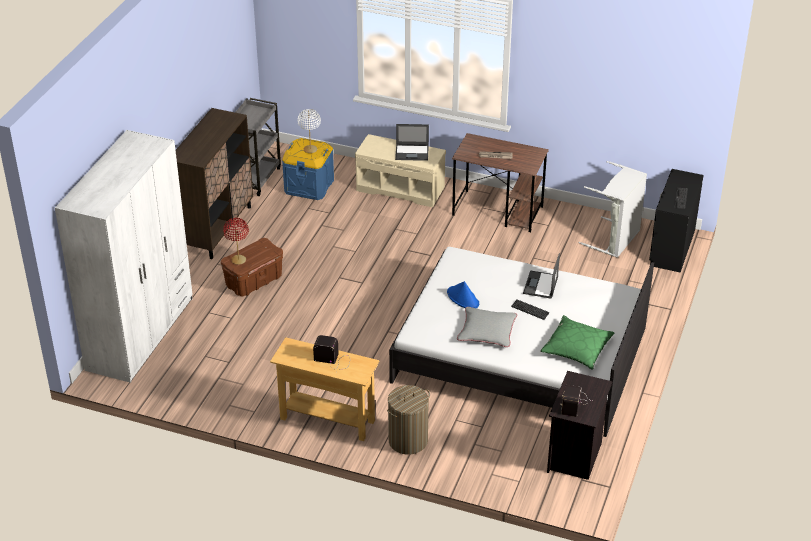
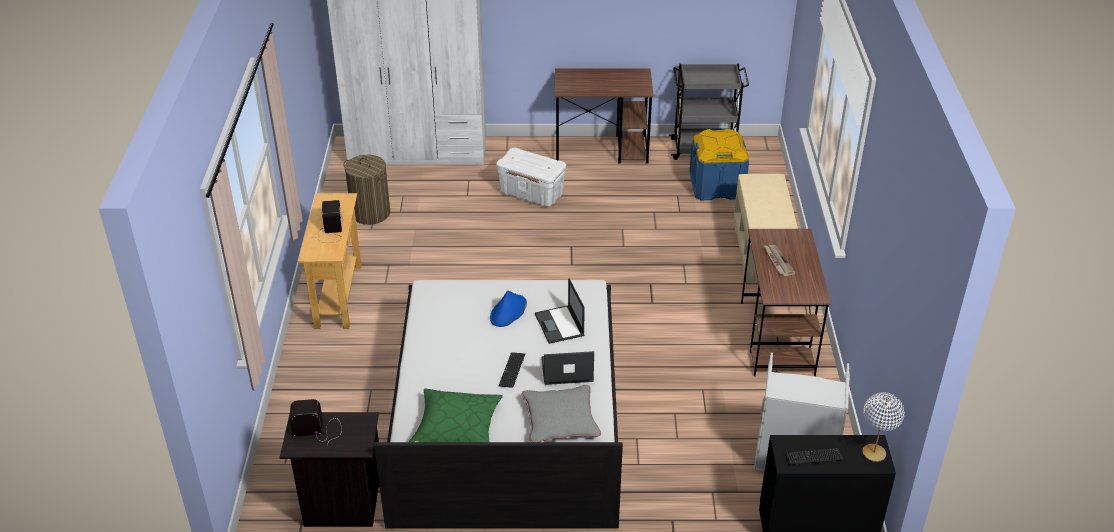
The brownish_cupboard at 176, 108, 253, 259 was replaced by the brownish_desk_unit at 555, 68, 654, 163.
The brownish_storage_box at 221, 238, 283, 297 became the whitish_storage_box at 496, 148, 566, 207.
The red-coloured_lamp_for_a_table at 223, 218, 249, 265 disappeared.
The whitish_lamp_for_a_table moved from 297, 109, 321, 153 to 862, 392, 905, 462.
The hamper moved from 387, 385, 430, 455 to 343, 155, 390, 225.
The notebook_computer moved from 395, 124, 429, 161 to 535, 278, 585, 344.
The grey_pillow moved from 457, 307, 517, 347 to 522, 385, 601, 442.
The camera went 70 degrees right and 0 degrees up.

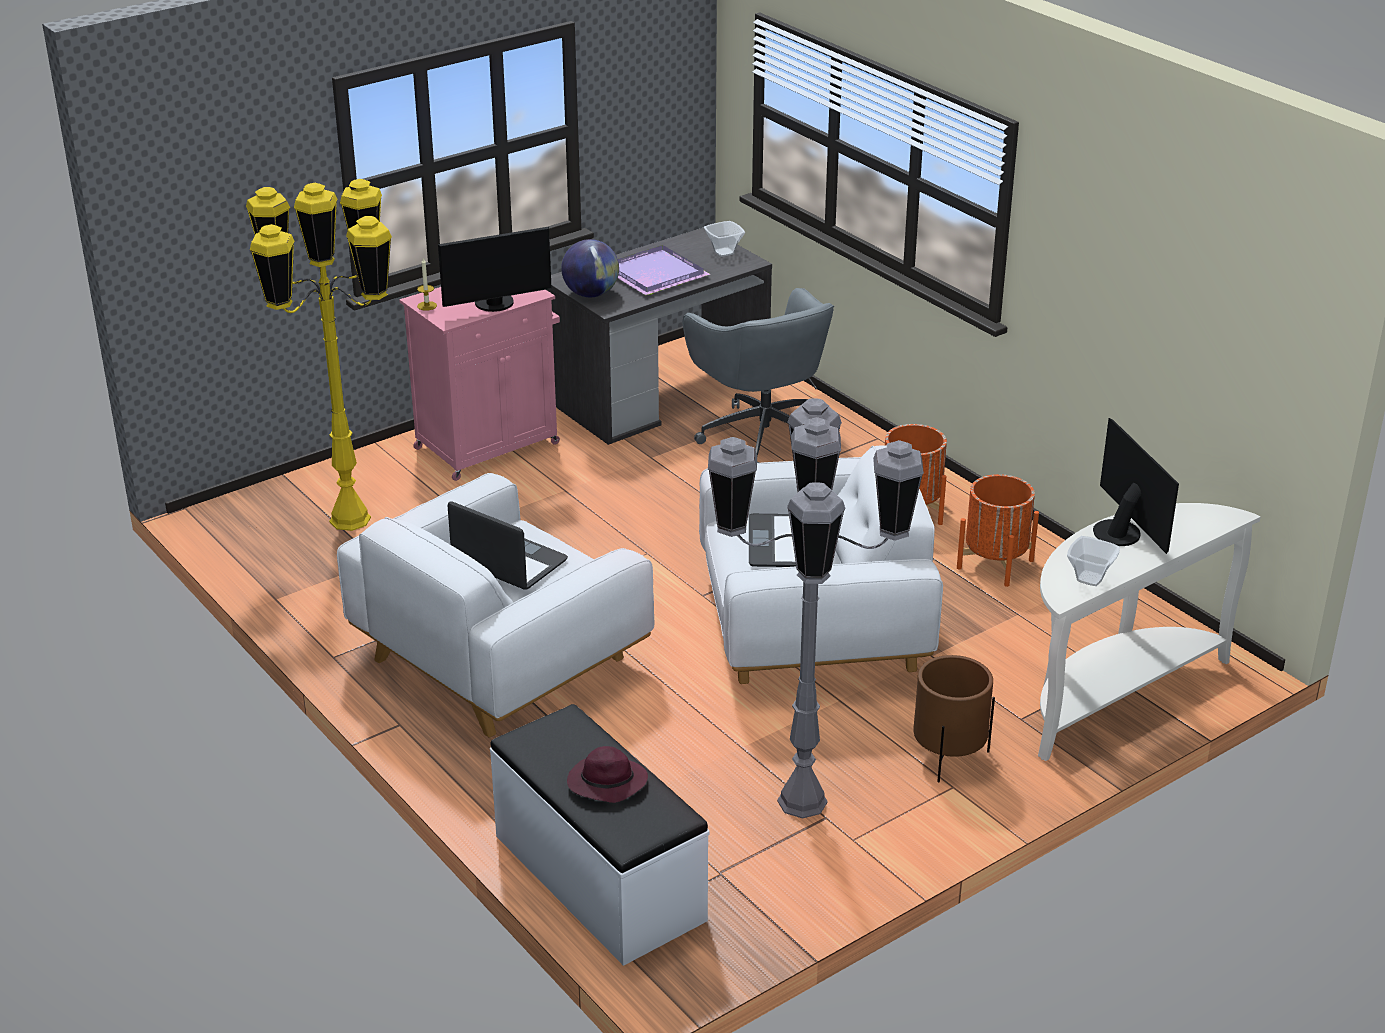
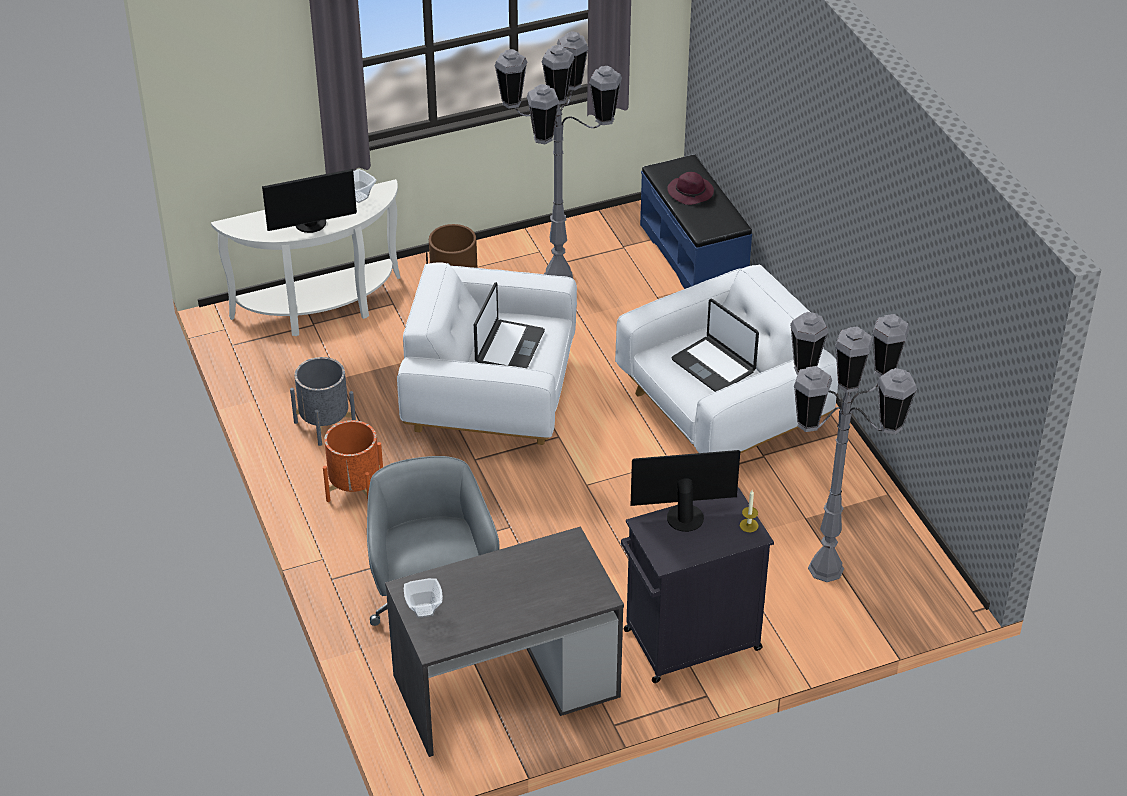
The yellowish_floor_lamp at 246, 179, 392, 531 became the grey_floor_lamp at 790, 312, 917, 582.
The pinkish_cupboard at 399, 287, 560, 481 became the black_cupboard at 621, 487, 774, 683.
The whitish_long_seat at 490, 704, 710, 966 became the bluish_long_seat at 640, 154, 752, 289.
The world_globe at 561, 239, 619, 297 disappeared.
The purple_carrying_tray at 618, 245, 710, 295 disappeared.
The orangey_plant_pot at 957, 474, 1039, 587 became the grey_plant_pot at 290, 357, 356, 446.
The monitor at 1093, 418, 1179, 554 turned 105 degrees counterclockwise.
The camera went 165 degrees left and 10 degrees up.

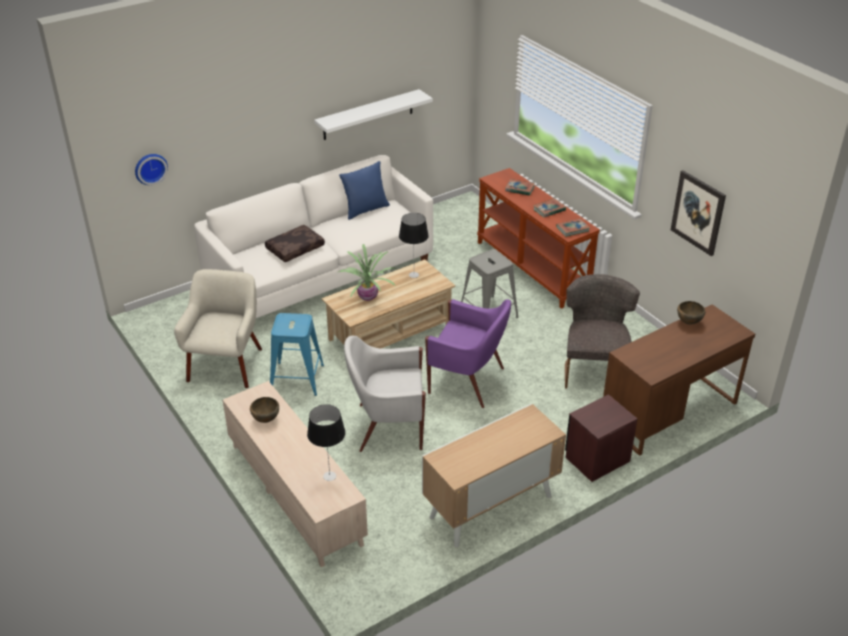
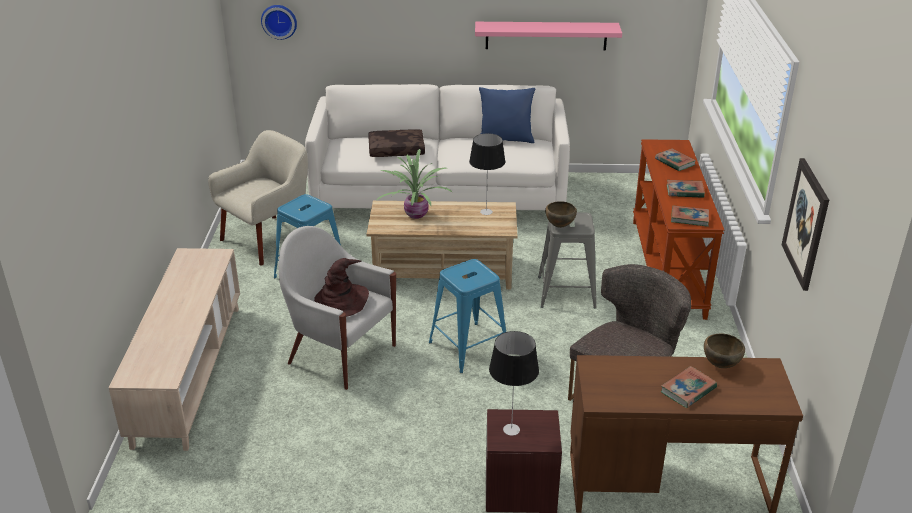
The brownish_deep_dish moved from 250, 397, 279, 423 to 545, 201, 577, 228.
The lamp_for_a_table moved from 307, 404, 345, 481 to 489, 331, 539, 436.
The whitish_wall_shelf at 314, 89, 433, 140 became the pinkish_wall_shelf at 475, 22, 622, 50.
The cupboard at 422, 403, 566, 548 disappeared.
The purple_easy_chair at 425, 299, 511, 408 was replaced by the bluish_stool at 429, 259, 506, 373.
The brownish_wearable_hat at 314, 258, 369, 317 appeared.
The volume at 661, 366, 717, 408 appeared.
The camera went 35 degrees right and 5 degrees down.

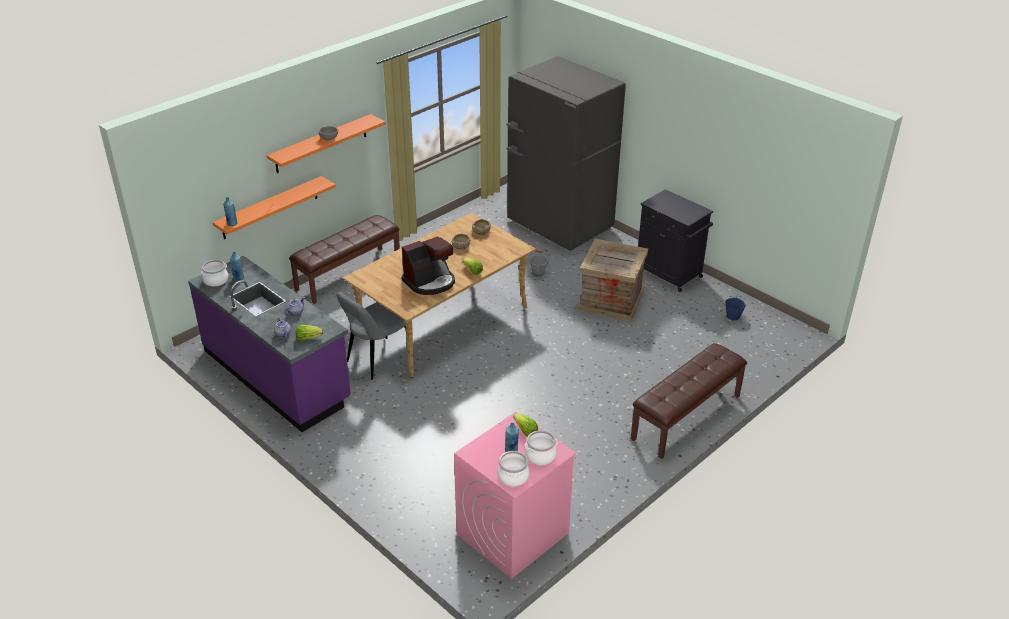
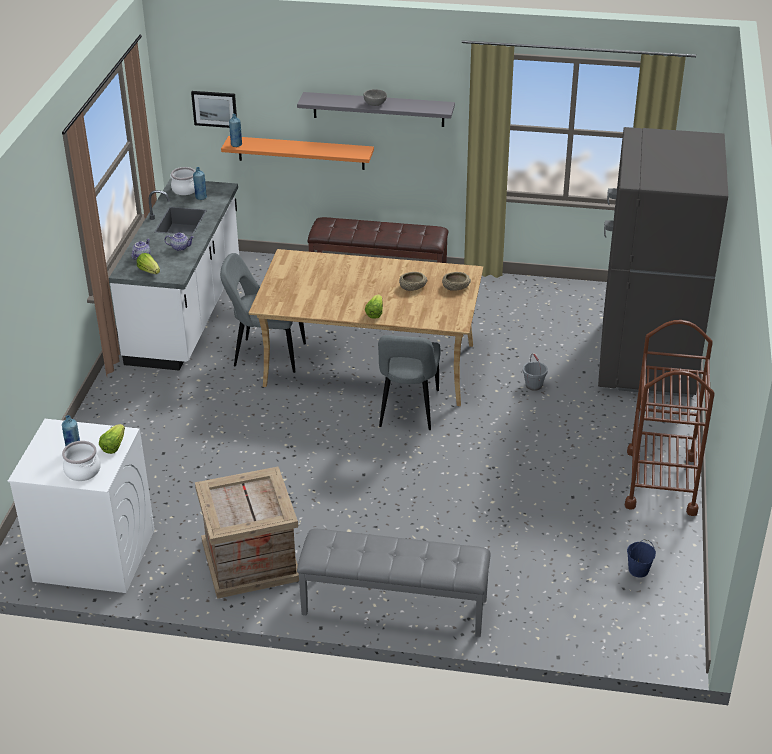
The purple_kitchen_base_unit at 188, 256, 351, 432 became the whitish_kitchen_base_unit at 109, 178, 239, 371.
The orangey_wall_shelf at 266, 114, 386, 173 became the grey_wall_shelf at 297, 92, 455, 127.
The coffee_maker at 401, 237, 455, 295 disappeared.
The pinkish_washing_machine at 454, 412, 576, 579 became the whitish_washing_machine at 8, 419, 155, 593.
The stockpot at 497, 451, 529, 487 disappeared.
The packing_crate moved from 577, 239, 648, 322 to 195, 467, 299, 599.
The brownish_long_seat at 631, 343, 747, 459 became the grey_long_seat at 297, 529, 490, 637.
The black_cupboard at 638, 189, 713, 292 was replaced by the brownish_cart at 625, 320, 715, 516.
The picture at 191, 91, 237, 128 appeared.
The grey_plain_chair at 378, 335, 441, 430 appeared.
The camera went 55 degrees right and 0 degrees up.

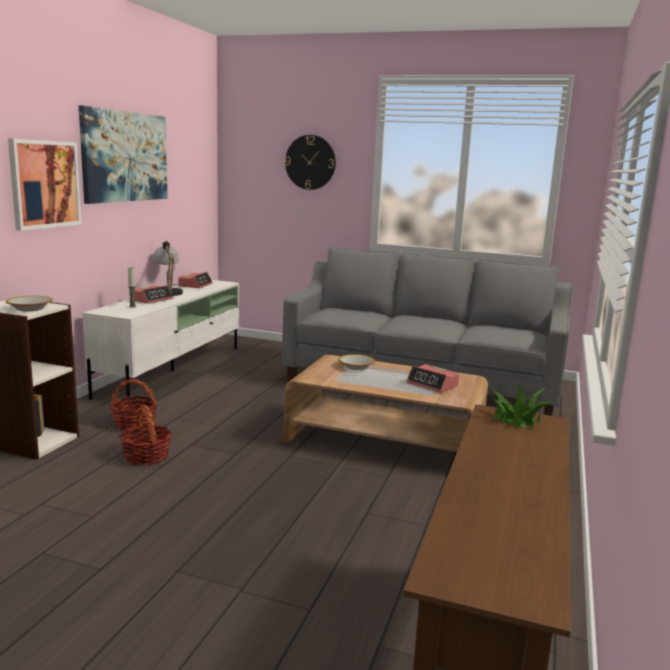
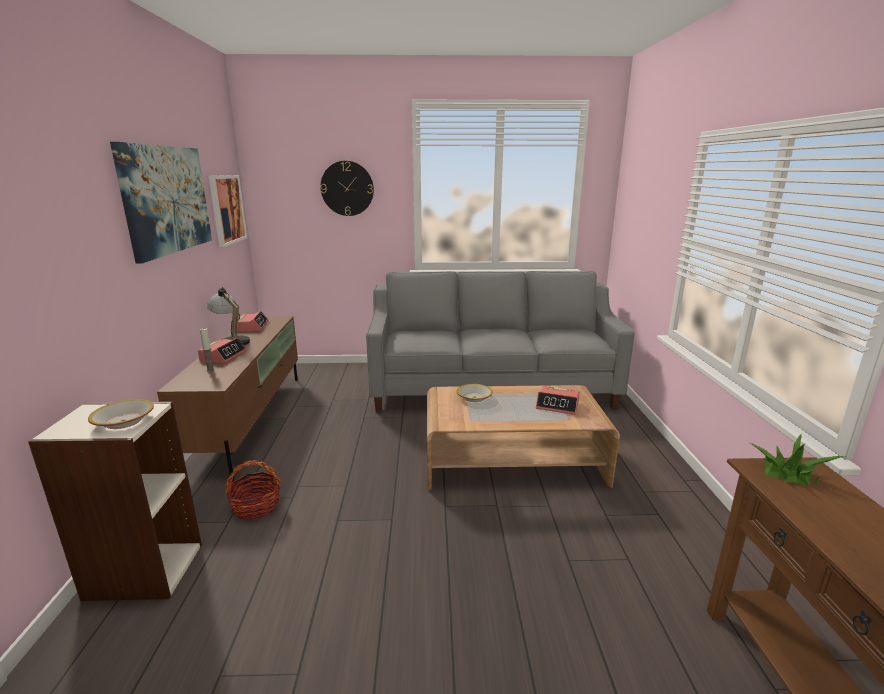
The picture moved from 8, 138, 81, 231 to 209, 175, 247, 247.
The whitish_media_console at 82, 280, 239, 400 became the brownish_media_console at 157, 316, 298, 482.
The household_basket at 118, 405, 172, 465 disappeared.
The camera went 20 degrees left and 5 degrees up.

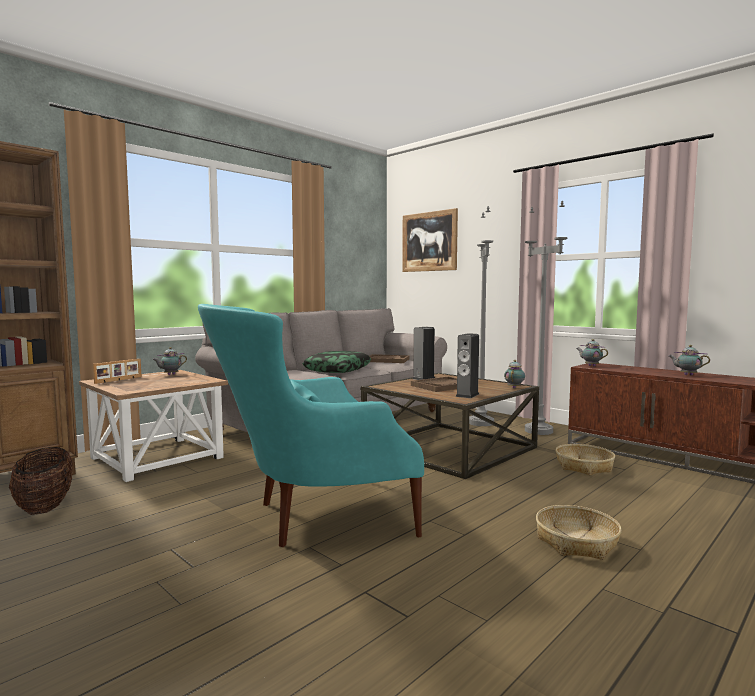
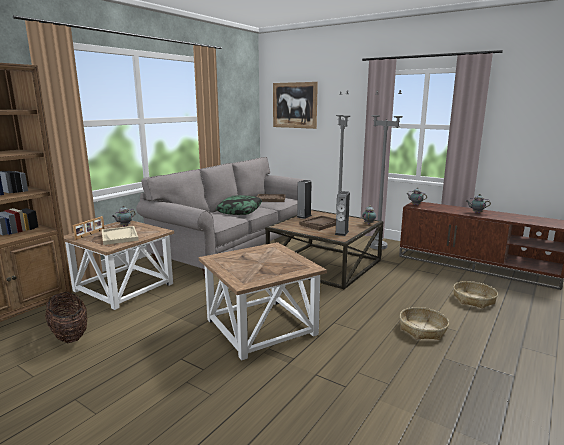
The blue-green_easy_chair at 198, 304, 424, 547 was replaced by the brownish_side_table at 199, 242, 327, 360.
The household_basket moved from 555, 444, 615, 475 to 453, 281, 498, 309.
The beige_carrying_tray at 101, 226, 139, 245 appeared.
The camera went 10 degrees left and 10 degrees up.

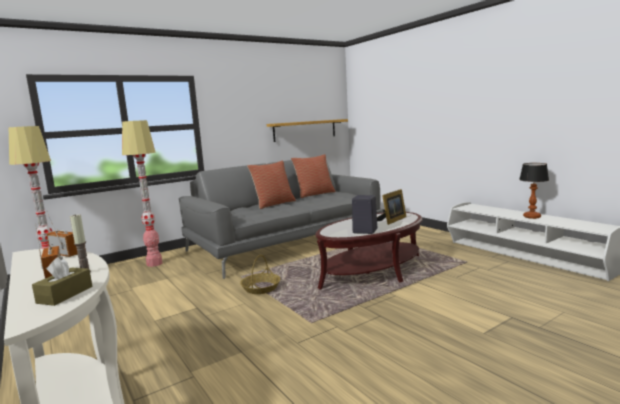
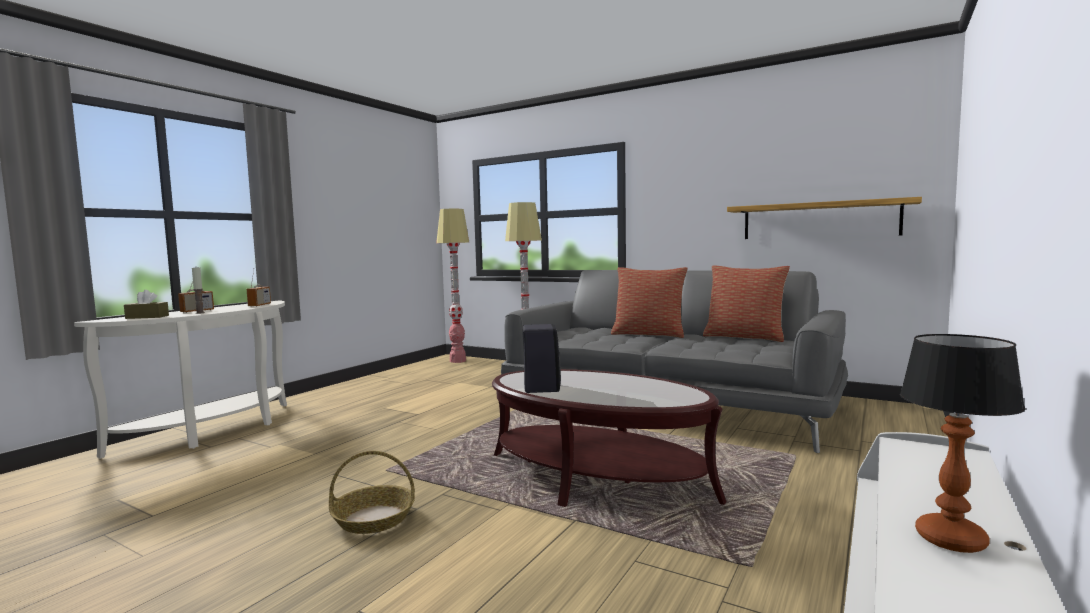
The household_basket moved from 240, 255, 280, 294 to 329, 451, 415, 534.
The standing_frame at 377, 189, 406, 225 disappeared.
The camera went 65 degrees right and 5 degrees down.

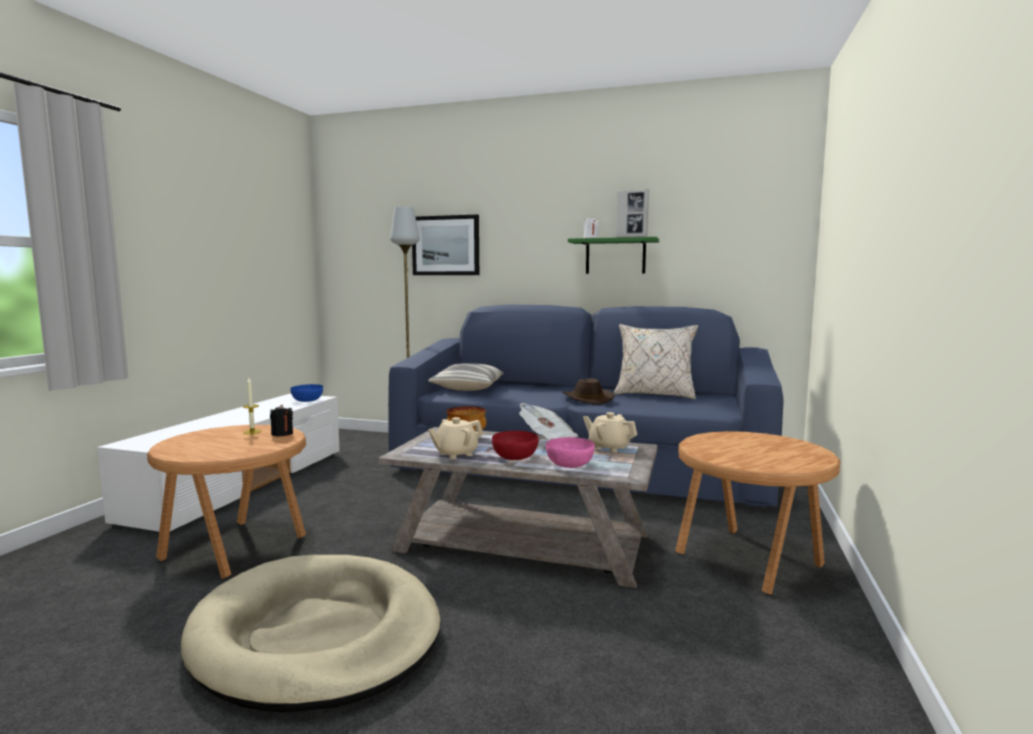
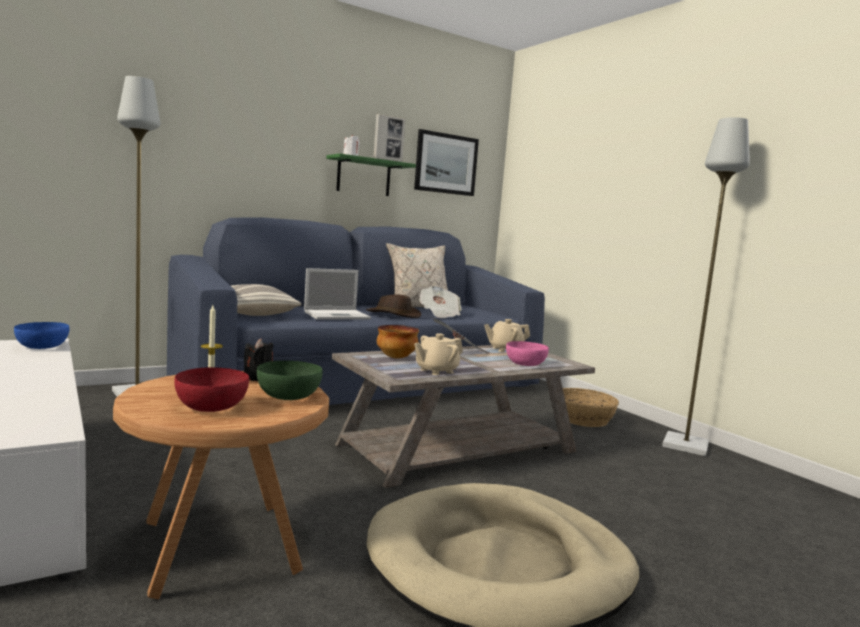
The picture moved from 412, 214, 479, 275 to 414, 129, 479, 196.
The beige_teapot at 428, 417, 483, 459 turned 45 degrees clockwise.
The red-coloured_deep_dish moved from 492, 431, 539, 460 to 174, 367, 249, 412.
The brownish_side_table at 675, 431, 840, 595 was replaced by the household_basket at 563, 388, 619, 427.
The greenish_deep_dish at 257, 361, 322, 400 appeared.
The notebook_computer at 304, 268, 371, 320 appeared.
The newspaper at 419, 286, 461, 318 appeared.
The grey_floor_lamp at 662, 117, 750, 456 appeared.
The camera went 50 degrees left and 0 degrees up.

